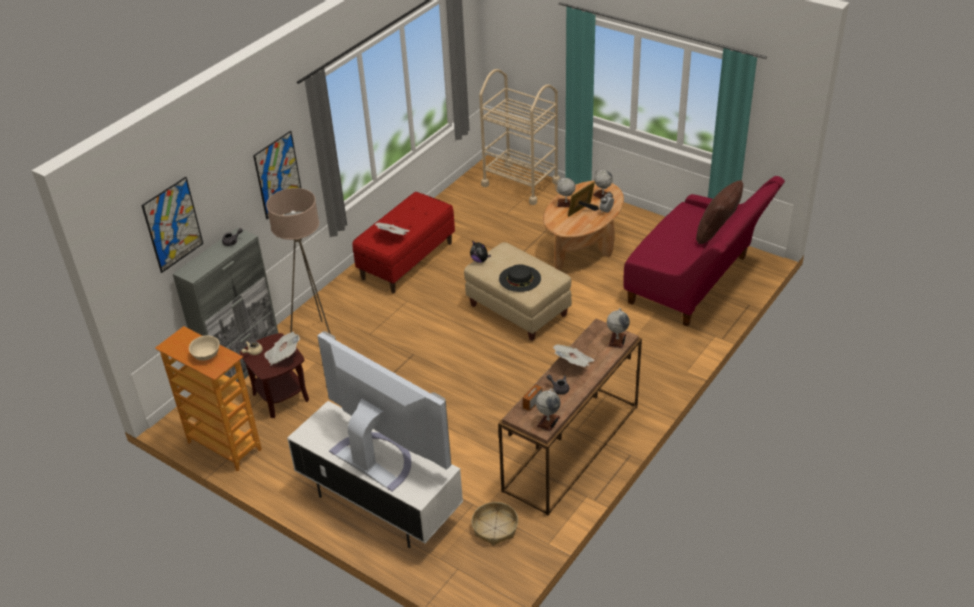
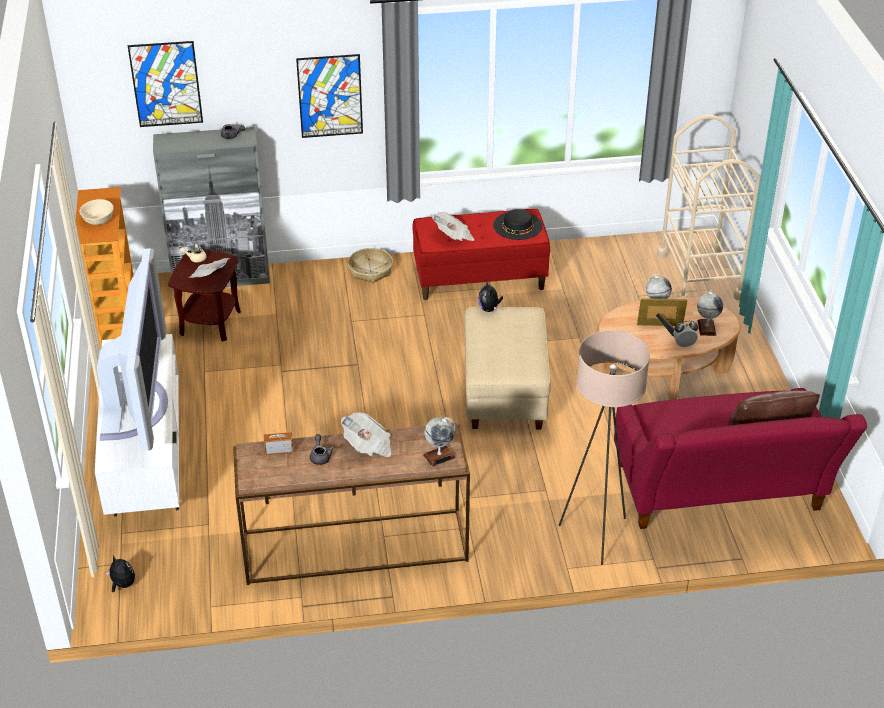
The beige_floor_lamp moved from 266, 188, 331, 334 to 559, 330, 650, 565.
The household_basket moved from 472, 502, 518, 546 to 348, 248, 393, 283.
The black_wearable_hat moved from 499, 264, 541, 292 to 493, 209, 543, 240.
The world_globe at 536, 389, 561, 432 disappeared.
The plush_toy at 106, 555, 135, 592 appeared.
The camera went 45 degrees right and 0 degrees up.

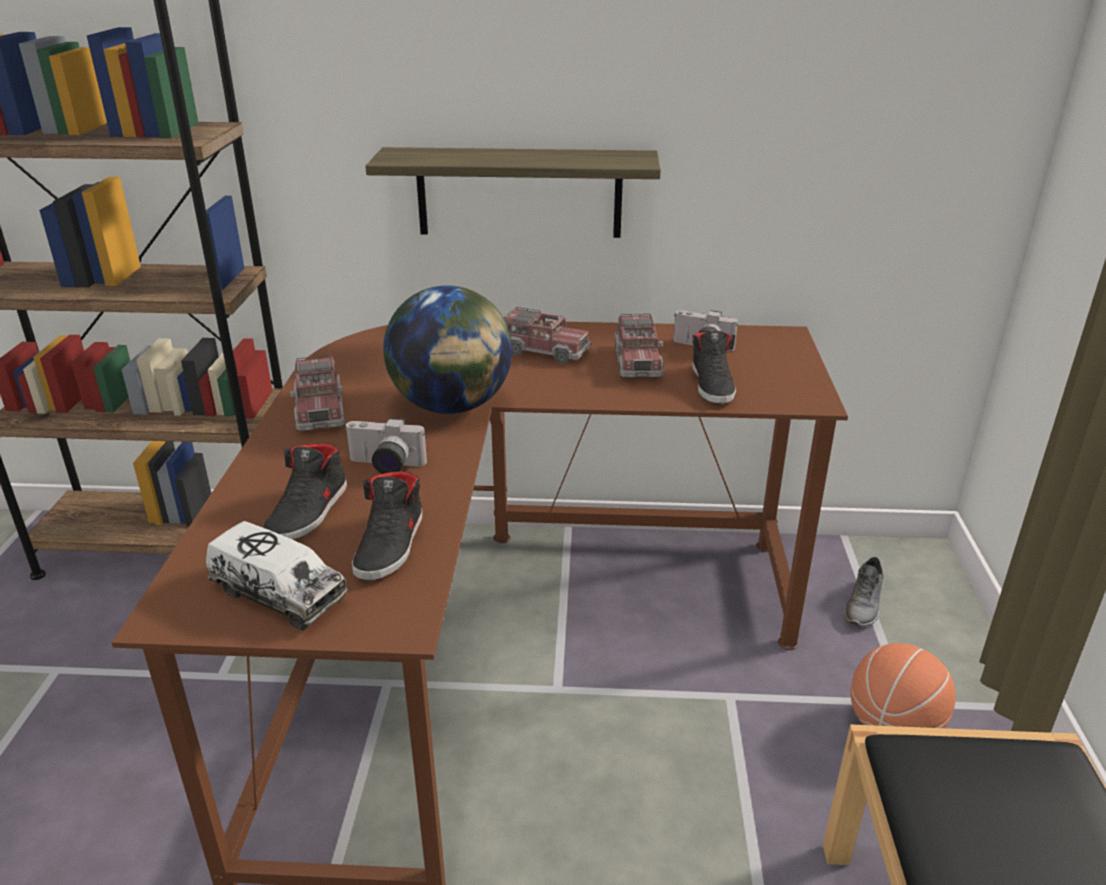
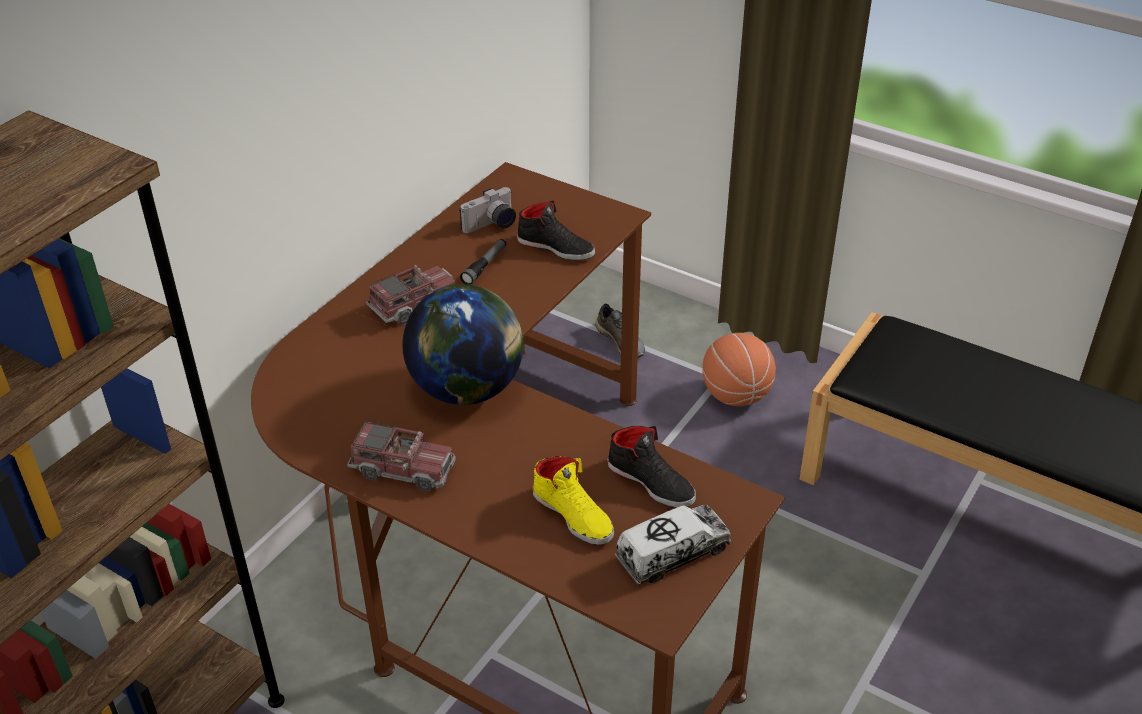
The black_item_of_footwear at 263, 443, 347, 540 became the yellowish_item_of_footwear at 533, 456, 614, 545.
The still_camera at 344, 418, 427, 474 disappeared.
The wall_shelf at 365, 147, 661, 238 disappeared.
The toy_lorry at 614, 314, 664, 377 was replaced by the torch at 460, 239, 506, 285.
The camera went 60 degrees left and 10 degrees up.

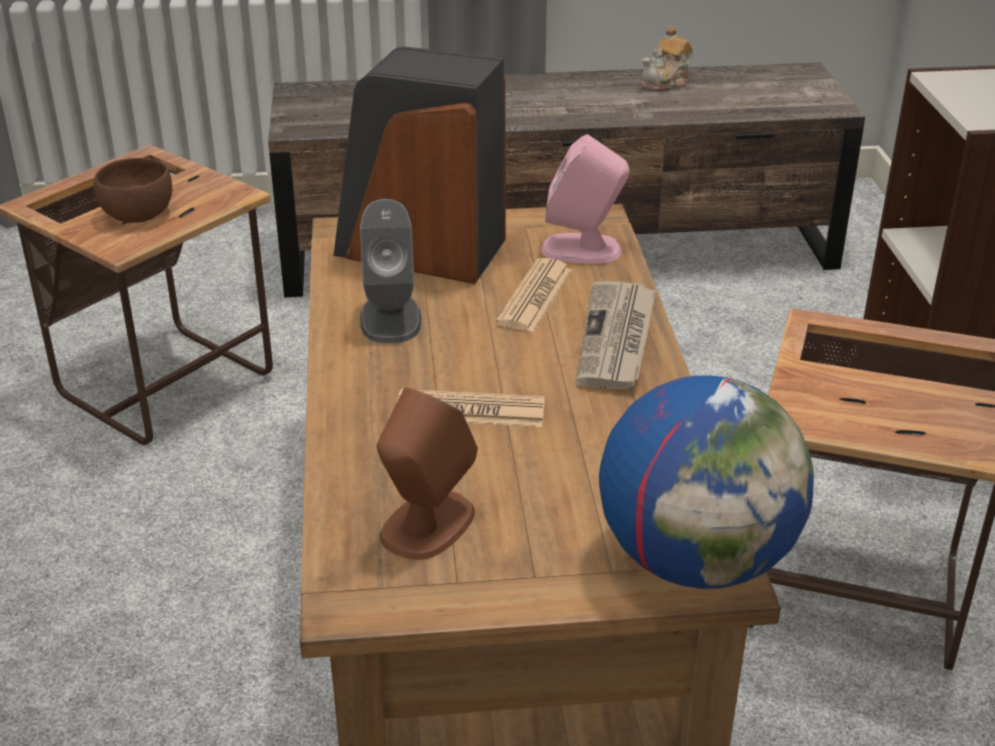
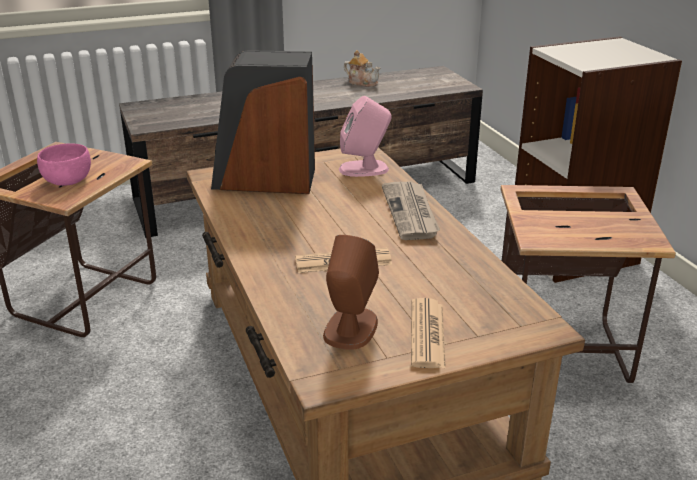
The brownish_deep_dish at 94, 158, 172, 223 became the pinkish_deep_dish at 37, 143, 91, 186.
The grey_loudspeaker at 360, 199, 421, 343 disappeared.
The newspaper moved from 496, 258, 572, 332 to 411, 298, 446, 369.
The world_globe at 599, 375, 814, 589 disappeared.
The teapot at 642, 26, 693, 91 turned 90 degrees counterclockwise.
The camera went 15 degrees left and 5 degrees down.

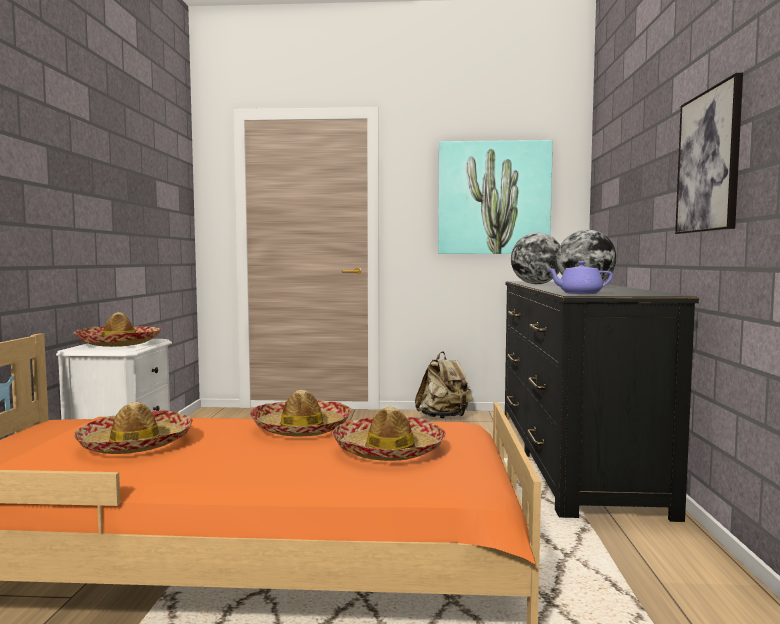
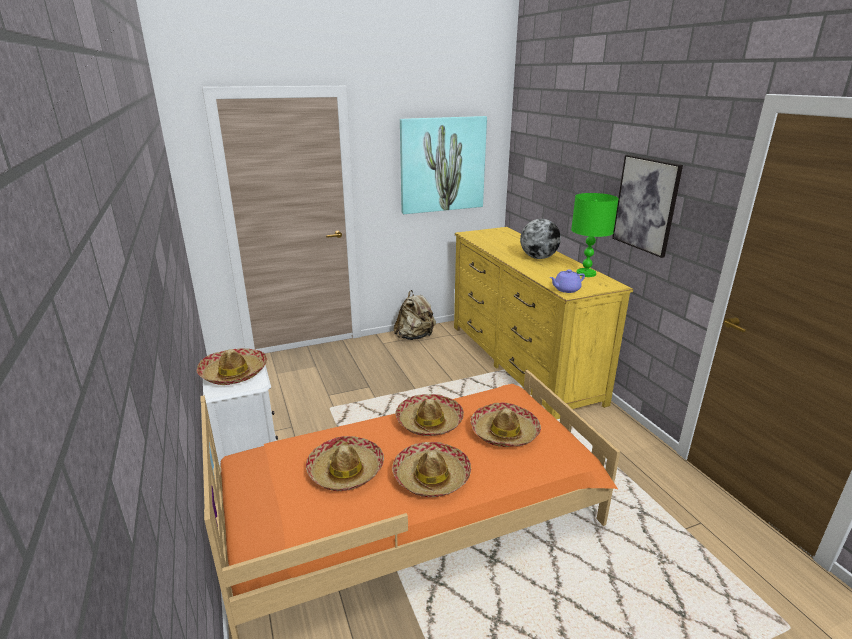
The black_dresser at 505, 281, 699, 522 became the yellowish_dresser at 454, 227, 633, 419.
The world_globe at 511, 233, 560, 284 disappeared.
The wearable_hat at 392, 442, 471, 497 appeared.
The greenish_lamp_for_a_table at 571, 193, 619, 277 appeared.
The camera went 25 degrees left and 20 degrees up.

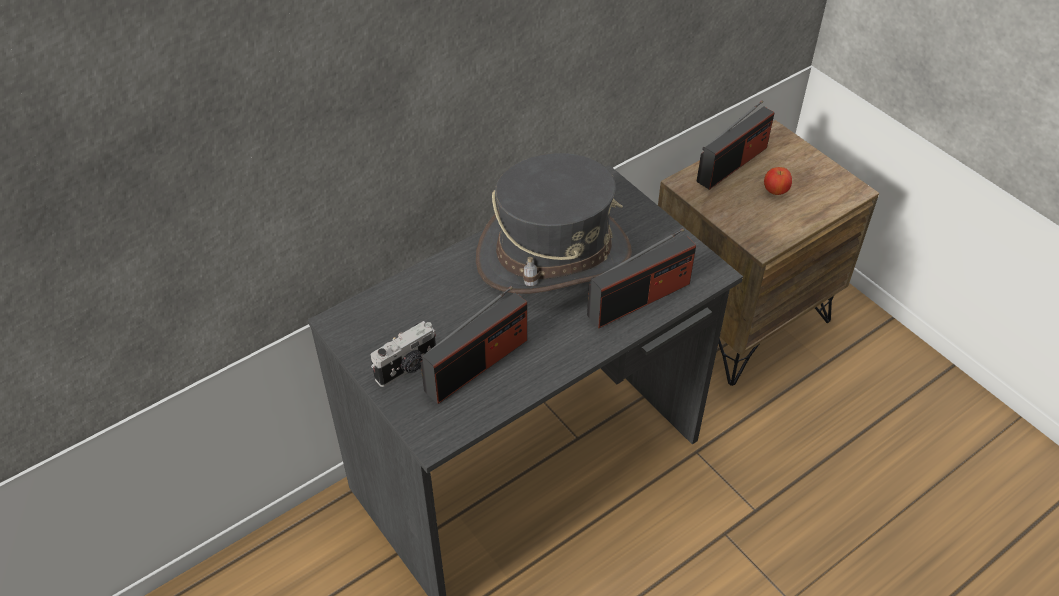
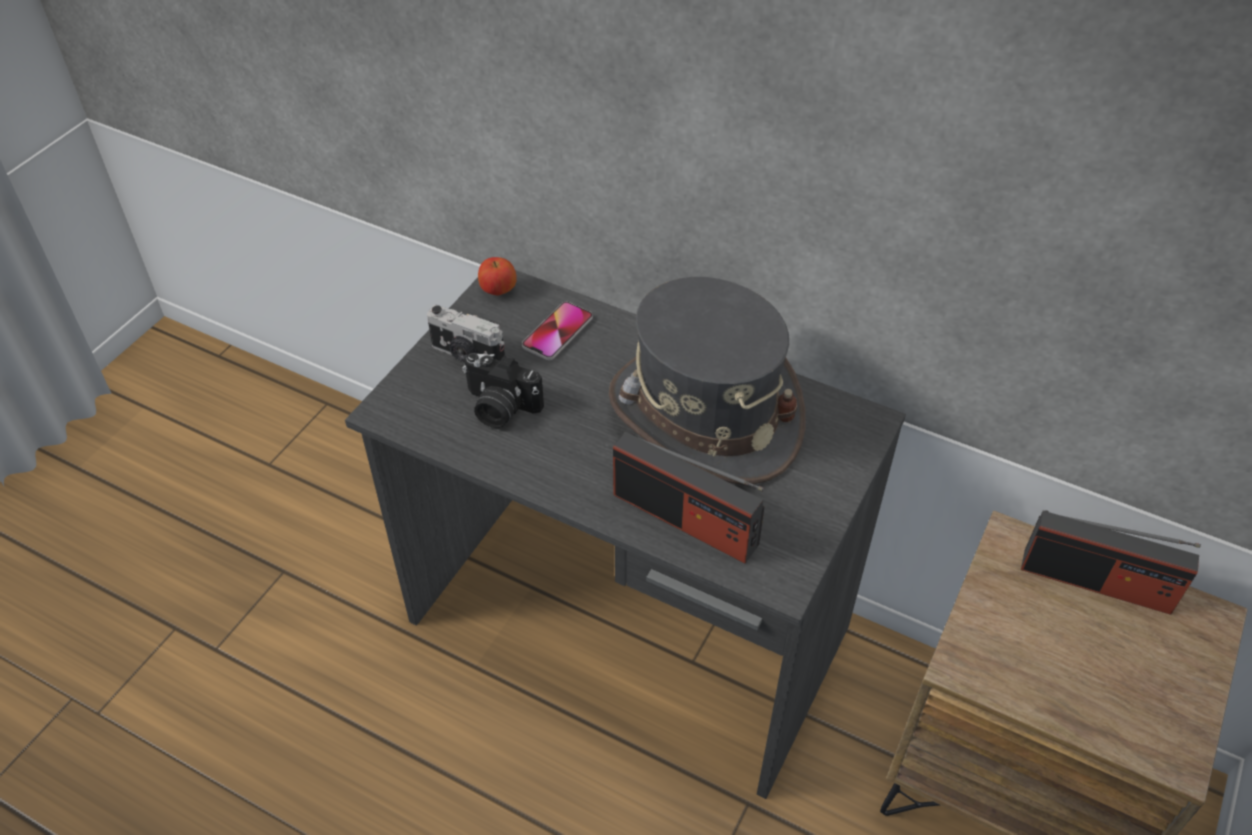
The radio at 420, 286, 527, 404 was replaced by the still_camera at 462, 353, 544, 428.
The apple moved from 764, 167, 792, 195 to 478, 257, 517, 295.
The phone at 522, 302, 593, 360 appeared.
The camera went 65 degrees right and 0 degrees up.

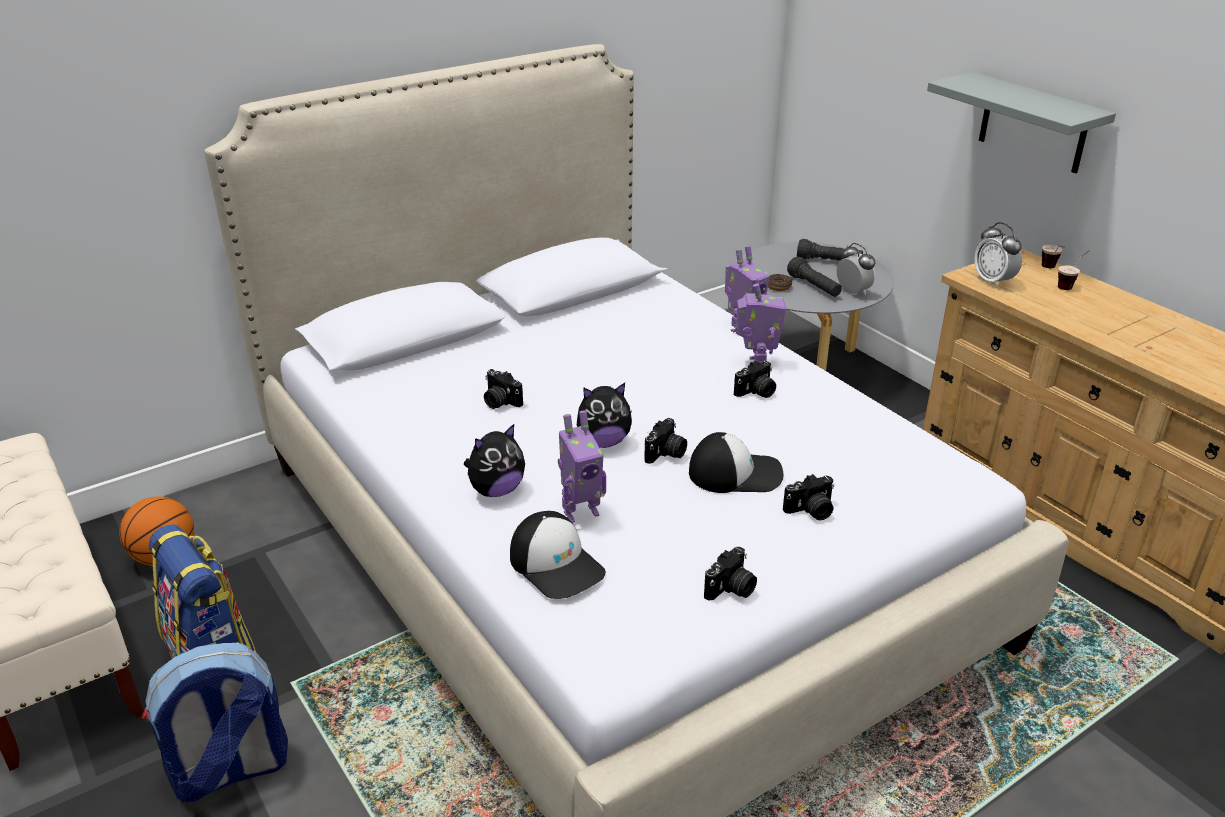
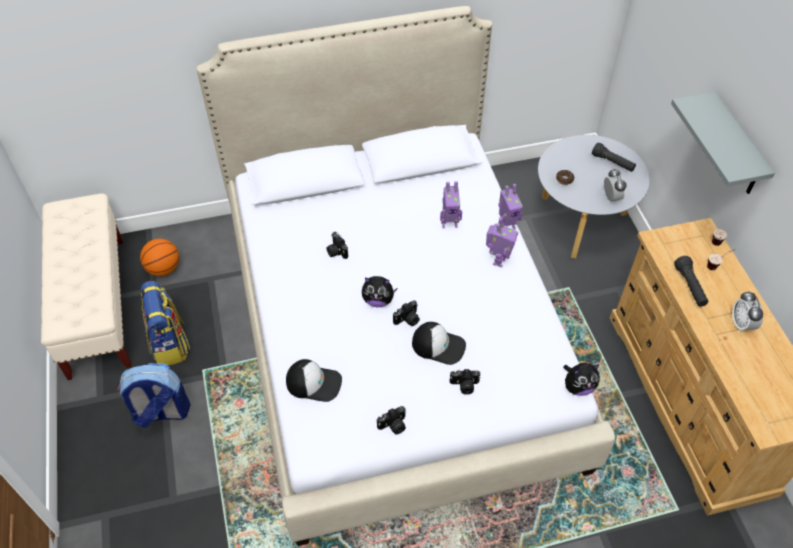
The plush_toy moved from 464, 424, 525, 497 to 563, 363, 600, 396.
The cap at 510, 511, 606, 599 turned 60 degrees counterclockwise.
The robot_figure moved from 558, 410, 606, 523 to 440, 181, 462, 228.
The still_camera at 734, 361, 776, 398 disappeared.
The black_torch moved from 787, 257, 842, 297 to 674, 256, 709, 306.
The bedside_clock moved from 974, 222, 1022, 288 to 732, 291, 763, 332.
The camera went 20 degrees right and 20 degrees up.

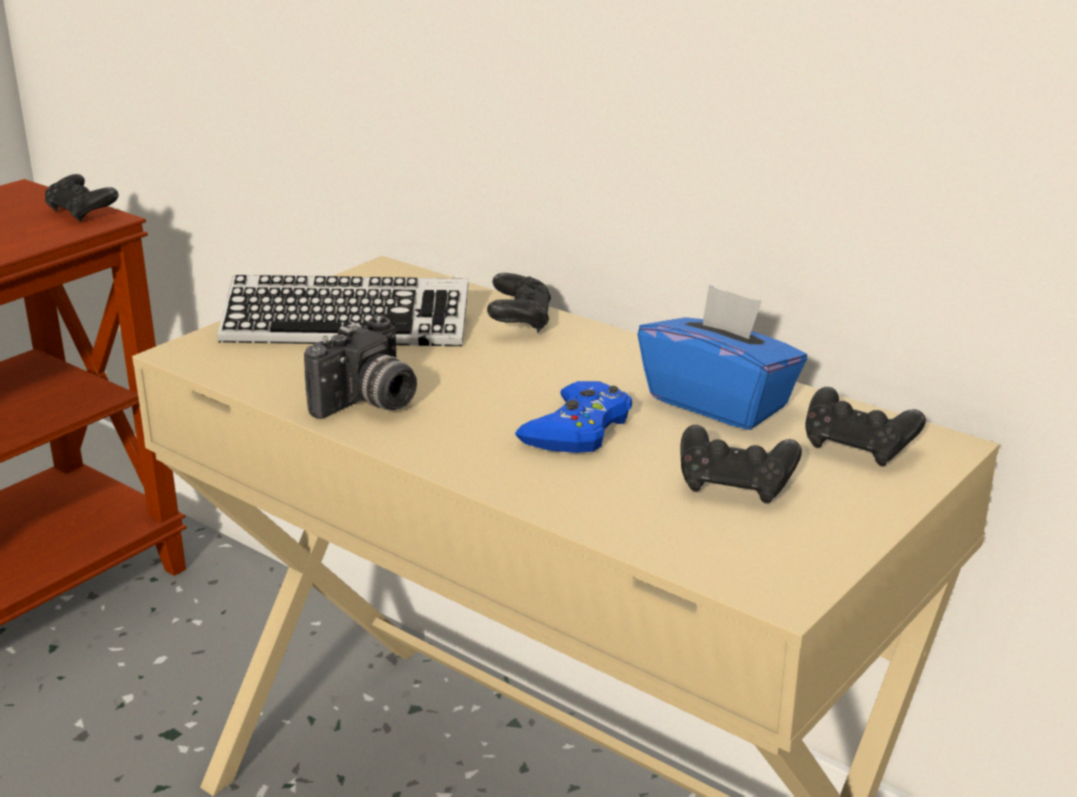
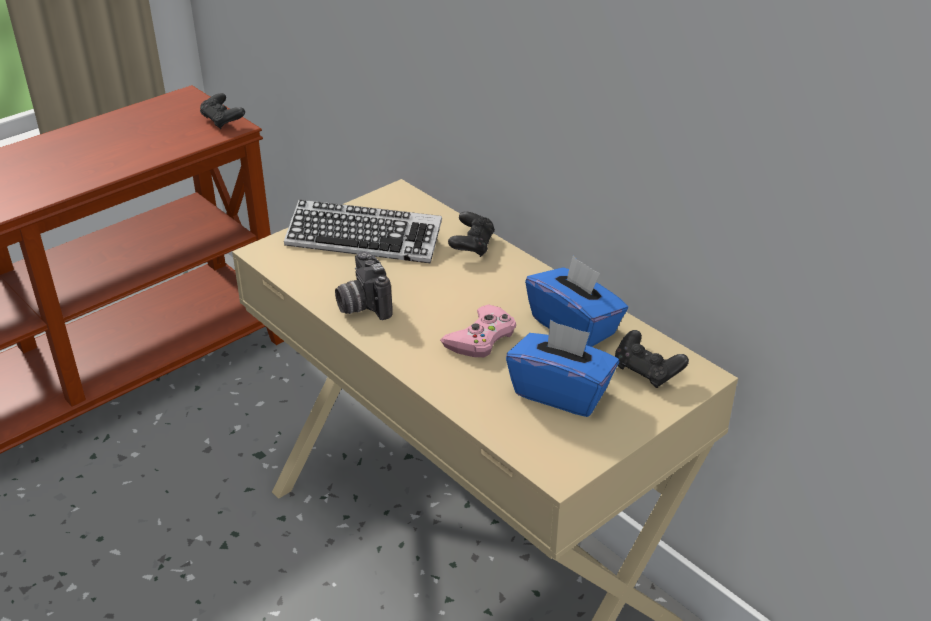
The still_camera at 304, 315, 417, 419 turned 105 degrees clockwise.
The bluish_game_controller at 515, 381, 632, 453 became the pinkish_game_controller at 440, 304, 516, 357.
The black_game_controller at 680, 425, 802, 503 was replaced by the bluish_tissue_holder at 506, 320, 619, 417.
The camera went 10 degrees right and 10 degrees up.

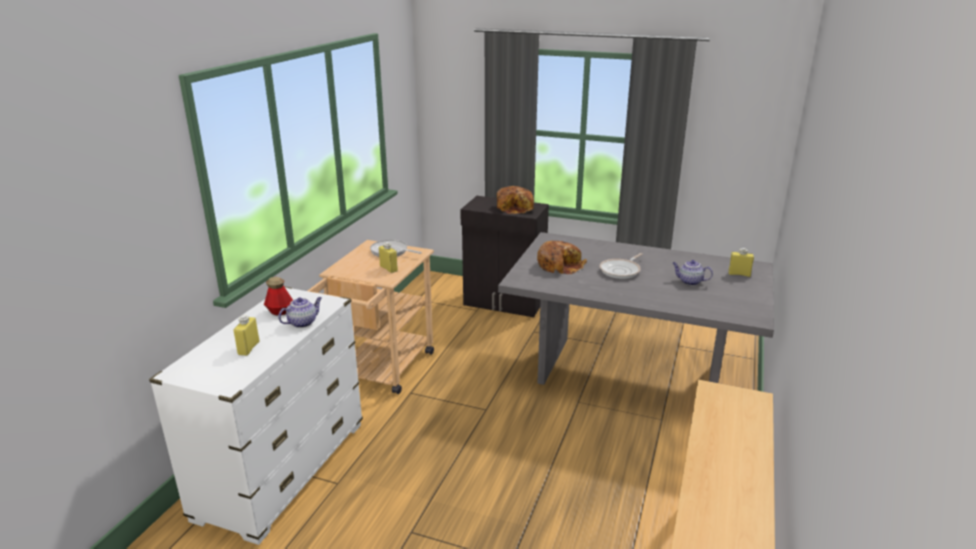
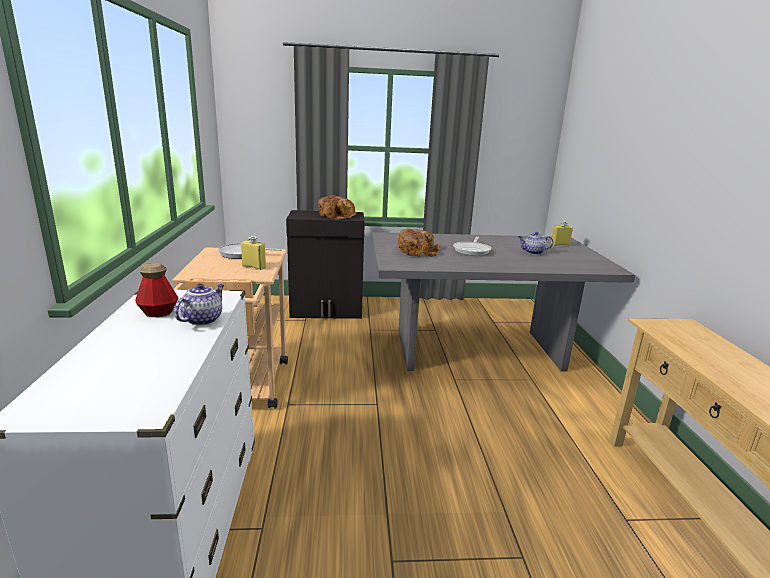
The yellowish_bottle at 233, 315, 260, 356 disappeared.
The camera went 25 degrees left and 5 degrees down.

